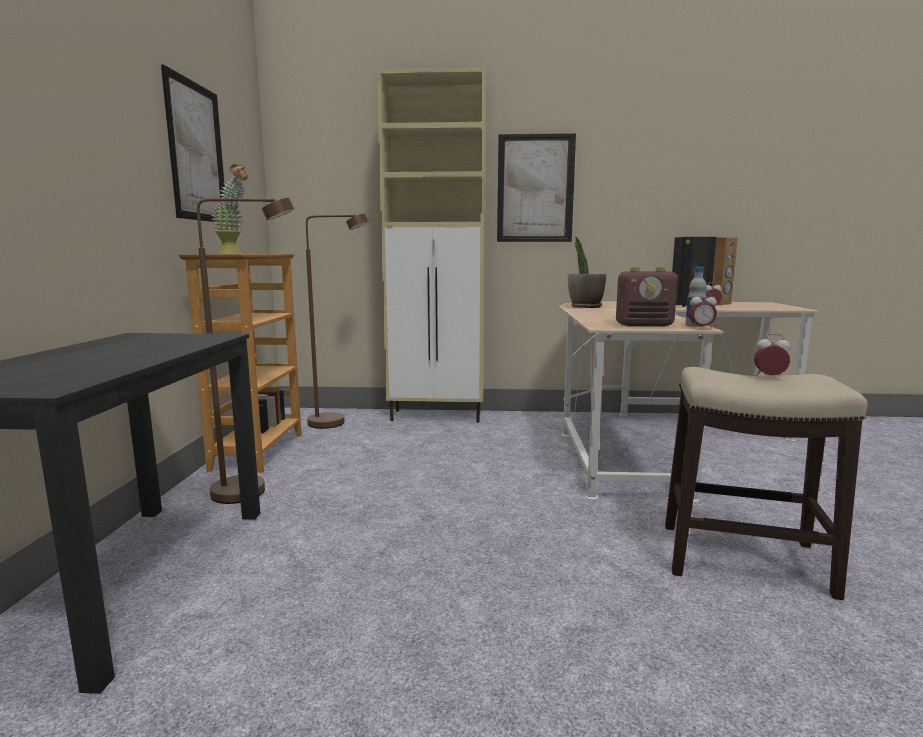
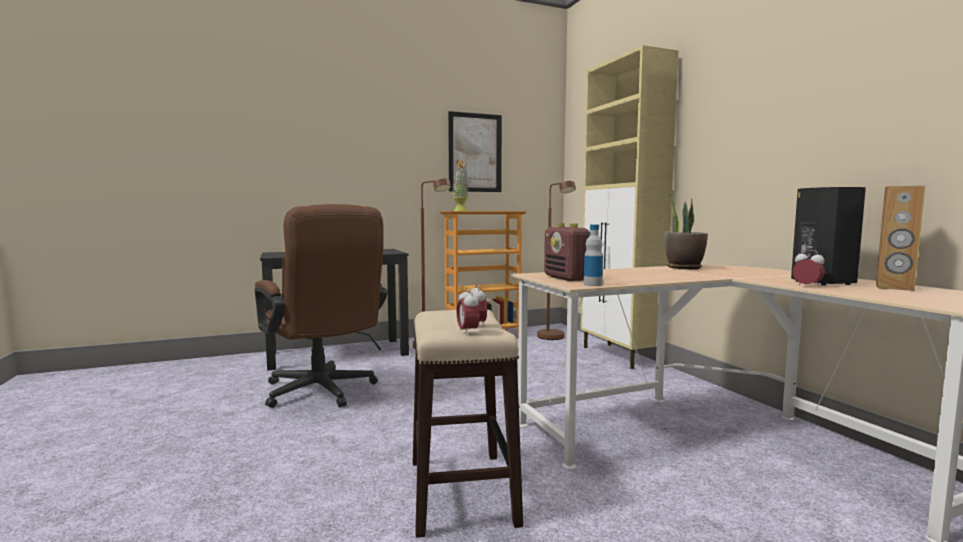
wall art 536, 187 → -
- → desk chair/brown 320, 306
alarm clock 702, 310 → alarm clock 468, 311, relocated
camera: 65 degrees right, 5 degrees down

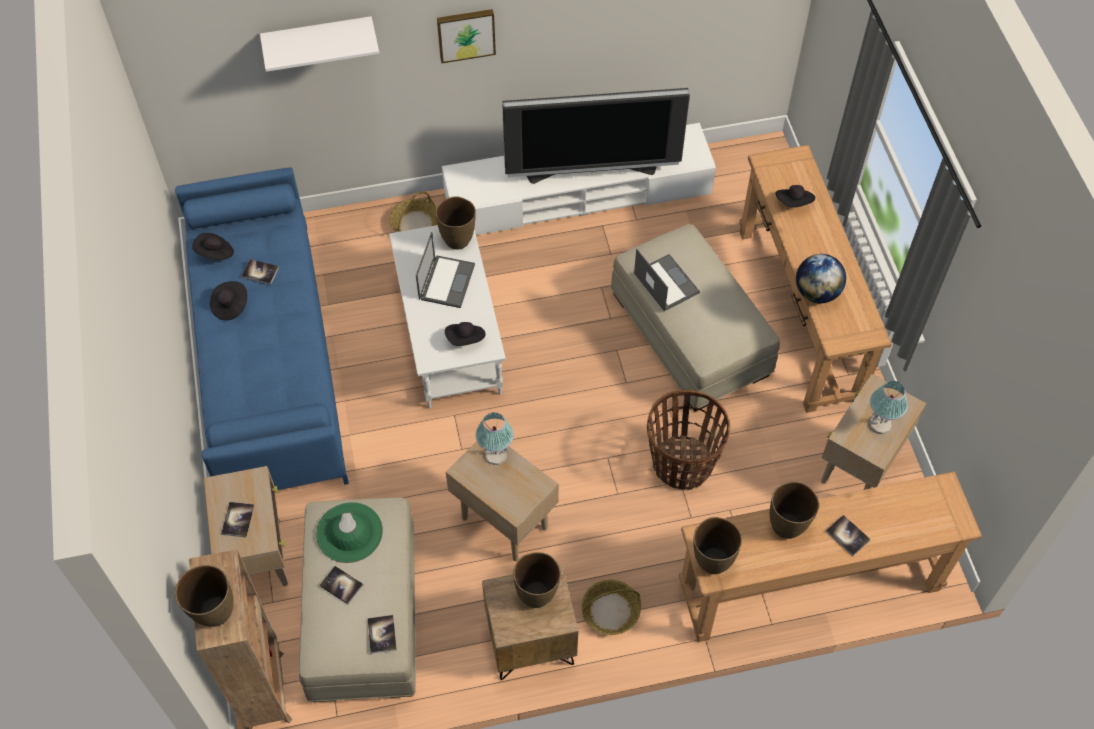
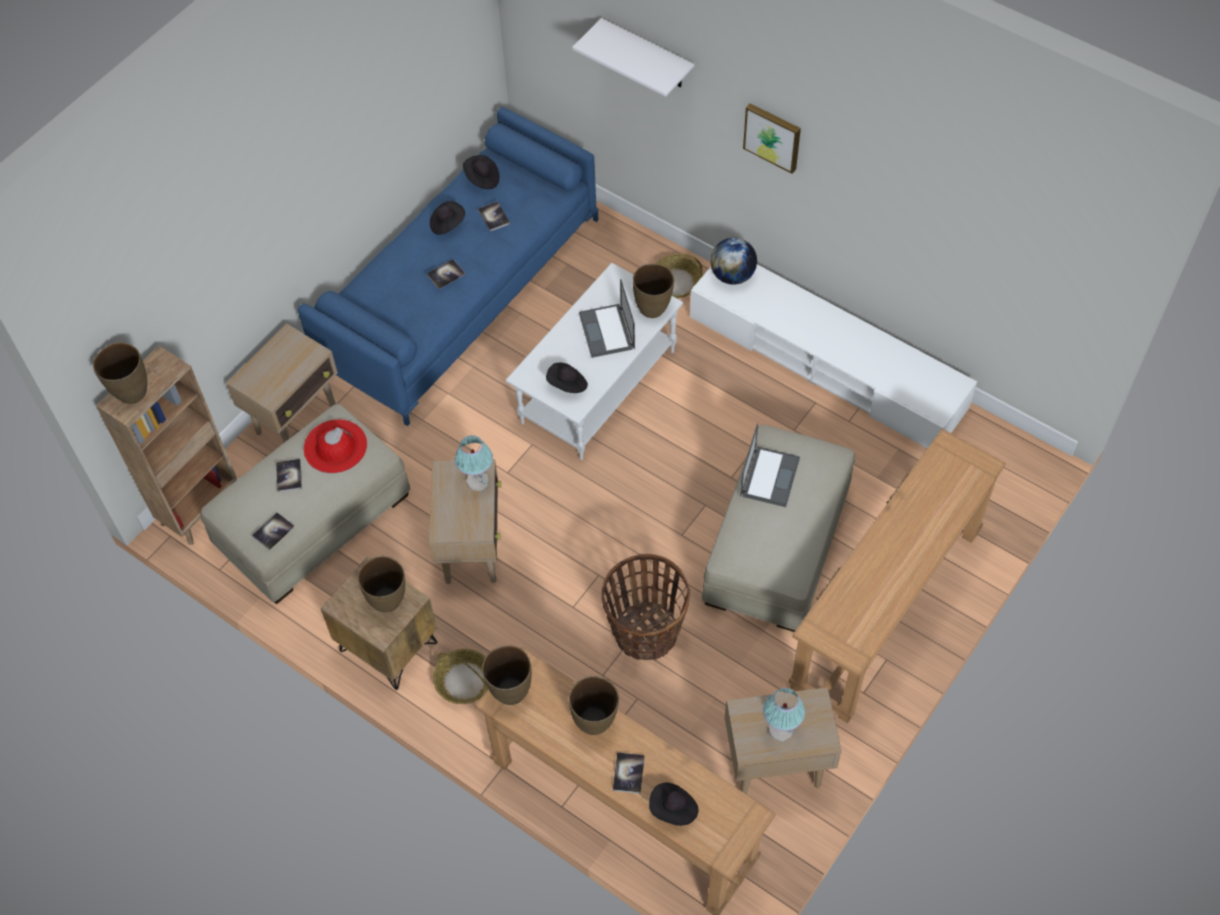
TV 596, 136 → -
book 237, 519 → book 445, 274, relocated
wearable hat/blackish 795, 196 → wearable hat/blackish 674, 804, relocated
desk globe 821, 278 → desk globe 733, 261, relocated
wearable hat/green-coloured 349, 532 → wearable hat/red-coloured 335, 446
portable computer 445, 270 → portable computer 607, 318, 105 degrees clockwise
camera: 50 degrees right, 0 degrees up

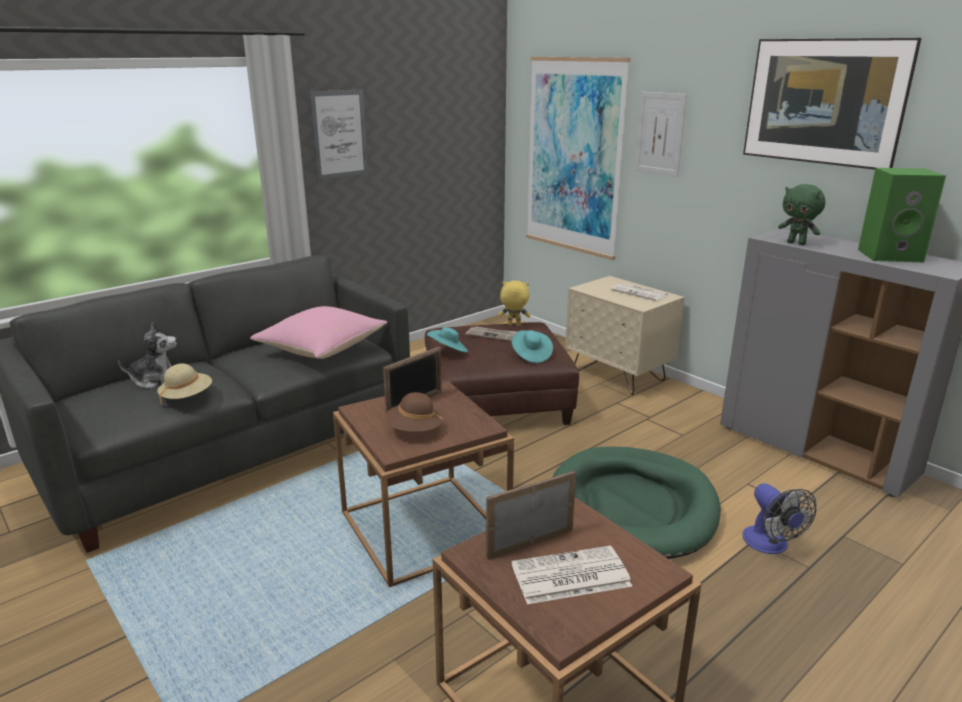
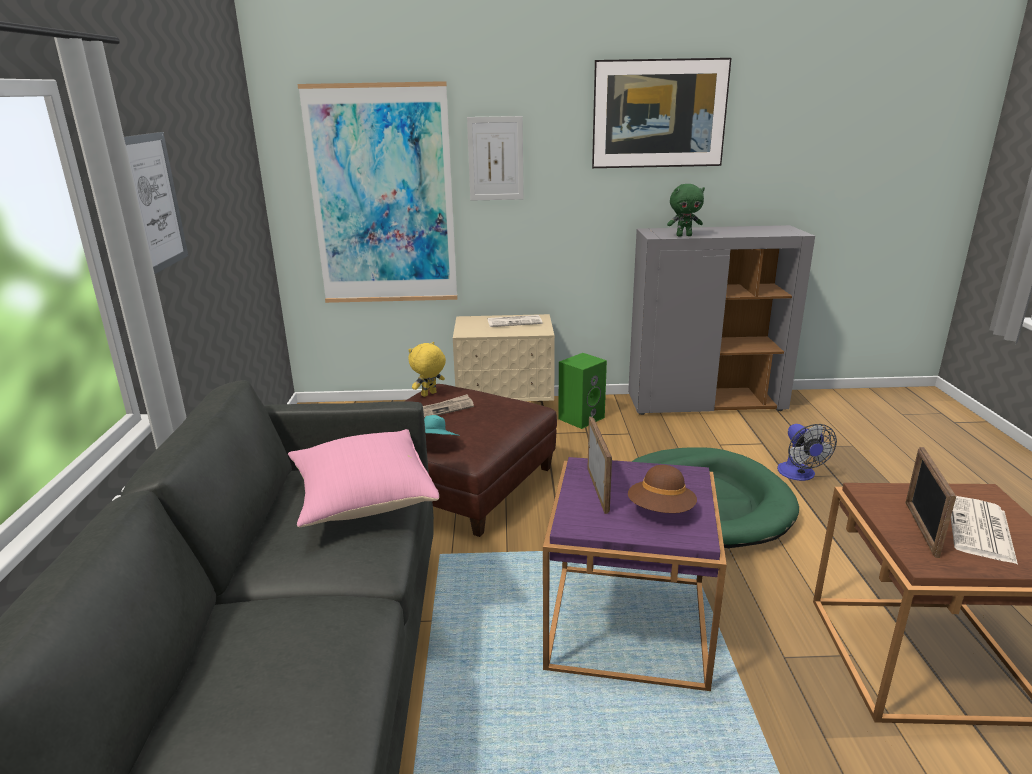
plush toy 147, 355 → -
wearable hat/beige-coloured 184, 384 → -
wearable hat/turquoise-coloured 532, 346 → -
speaker/green-coloured 902, 215 → speaker/green-coloured 582, 391, relocated
end table/brown 423, 484 → end table/purplish 635, 574
electric fan 779, 518 → electric fan 807, 452, 60 degrees clockwise
camera: 50 degrees left, 0 degrees up

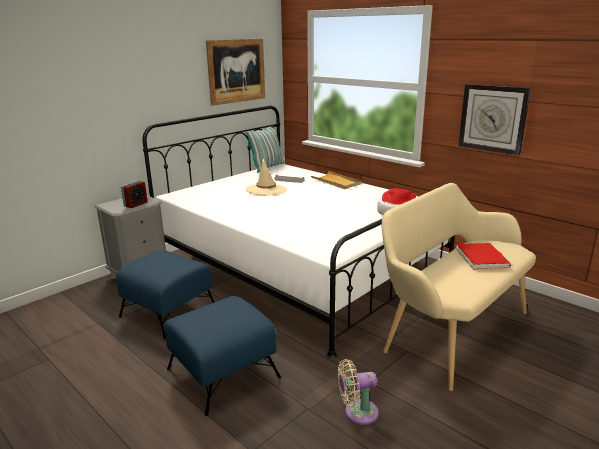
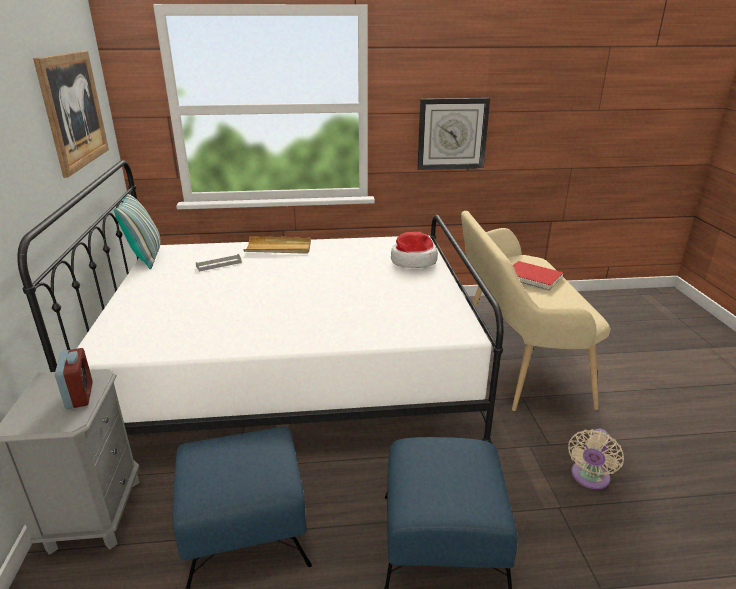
wearable hat/beige-coloured 266, 177 → -
camera: 50 degrees left, 5 degrees up

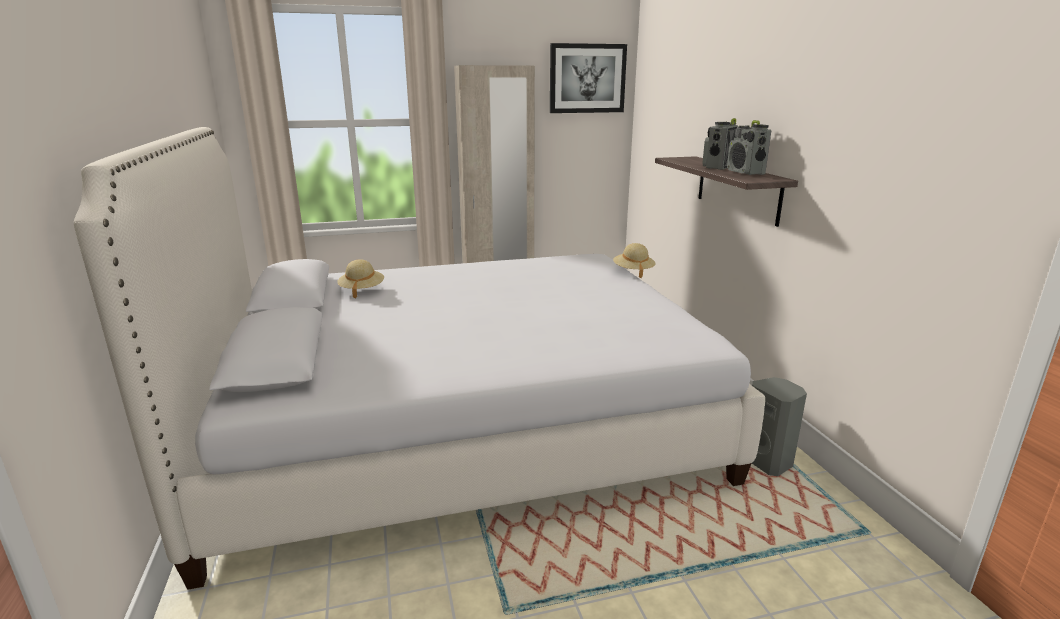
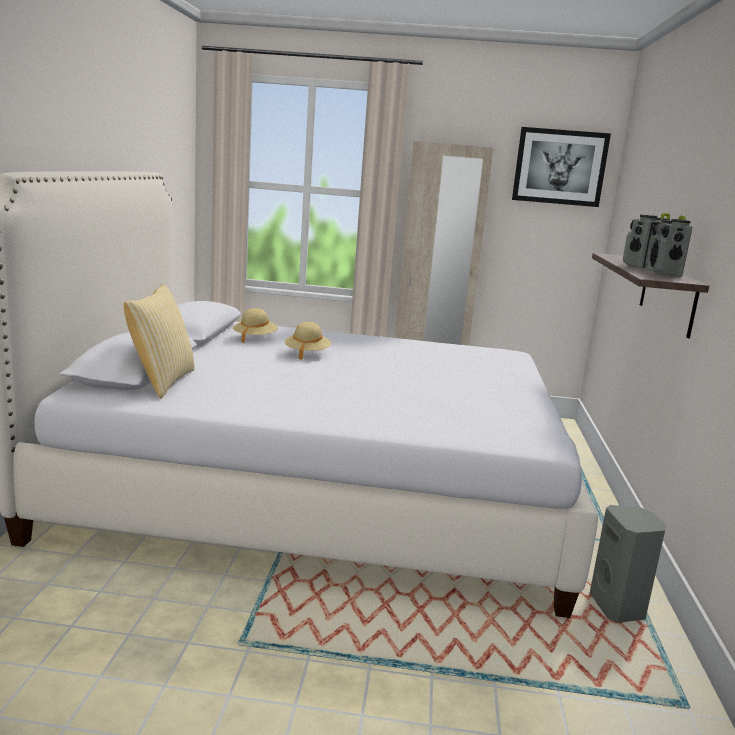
- → cushion 159, 341
wearable hat/beige-coloured 634, 260 → wearable hat/beige-coloured 308, 341, relocated
camera: 20 degrees right, 5 degrees down

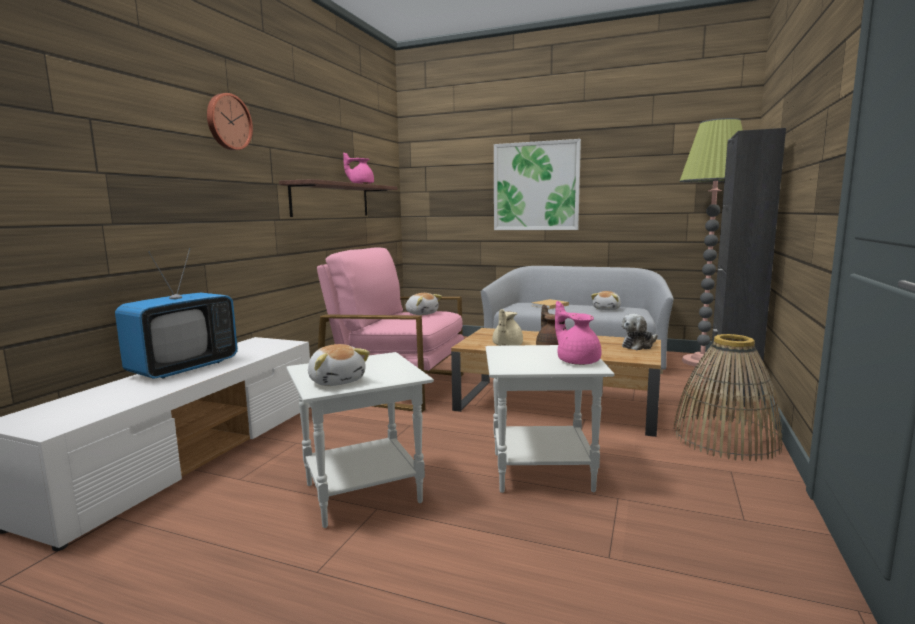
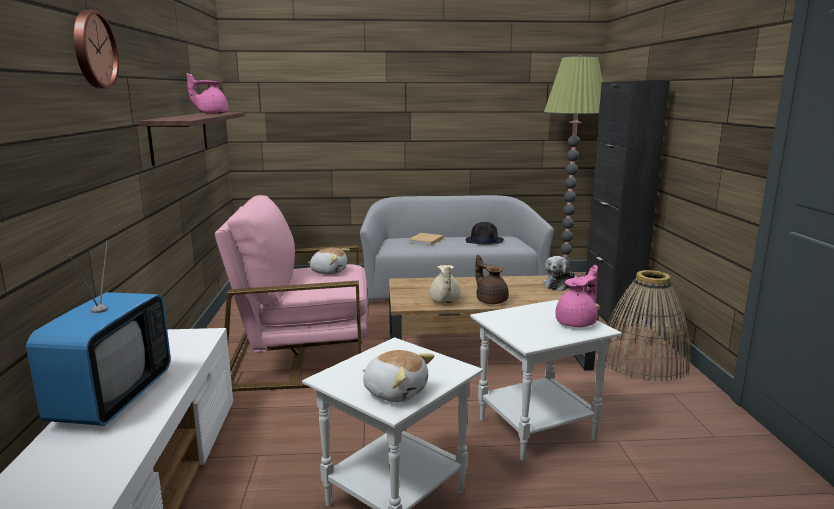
wall art 537, 184 → -
plush toy 606, 300 → wearable hat/blackish 485, 233
tea pot/pink-coloured 578, 333 → tea pot/pink-coloured 576, 296, 105 degrees clockwise
camera: 25 degrees left, 5 degrees up

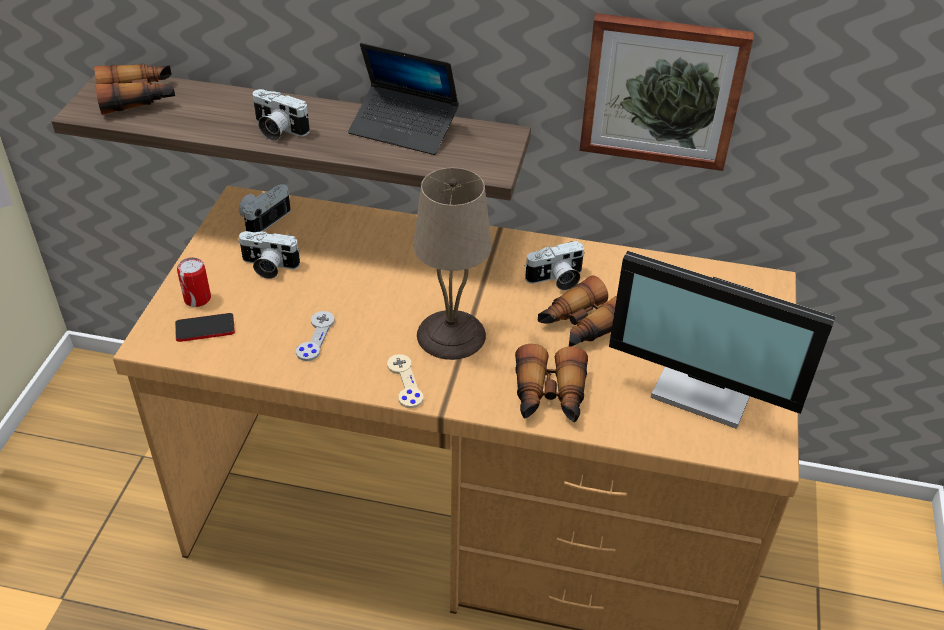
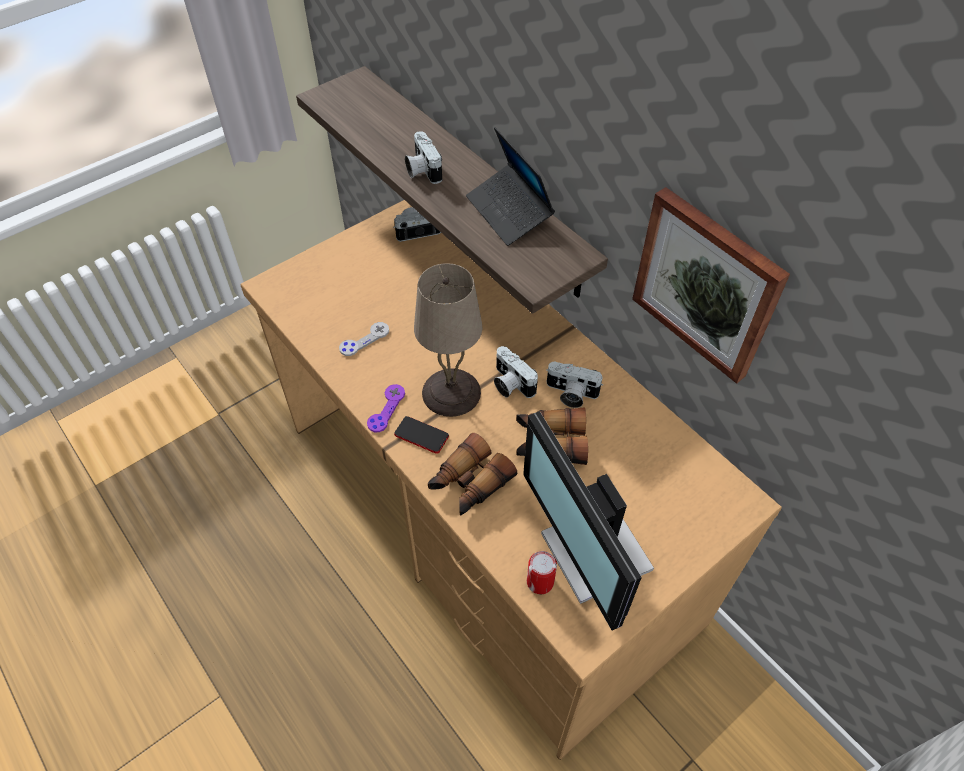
binoculars 134, 89 → -
handset 205, 327 → handset 421, 435, relocated
can 194, 282 → can 542, 572, relocated
photo camera 269, 255 → photo camera 516, 372, relocated
gamepad/beige-coloured 405, 381 → gamepad/purplish 386, 408
camera: 40 degrees right, 10 degrees up

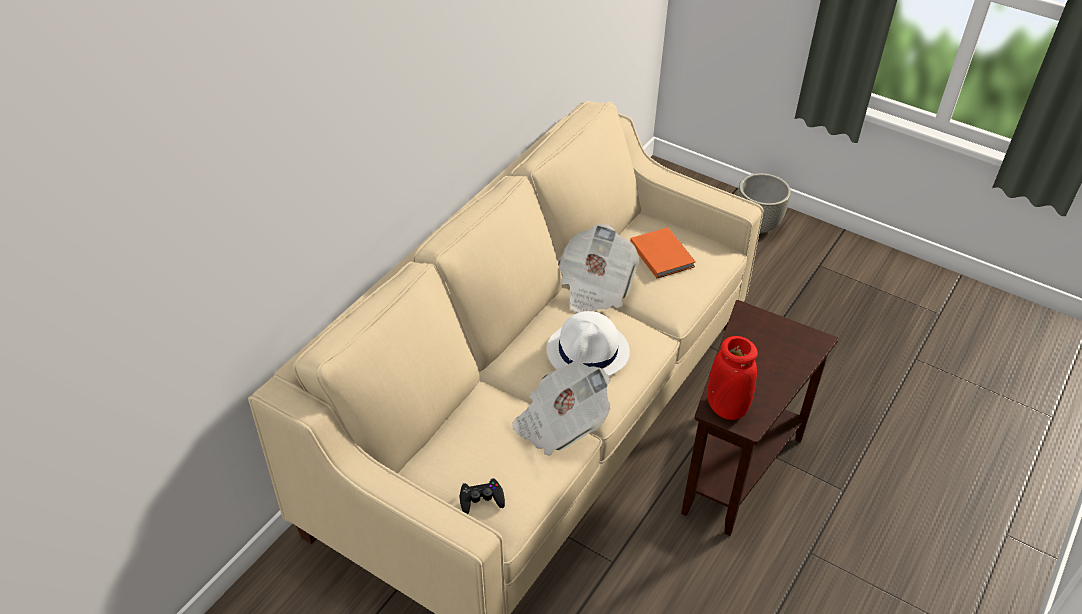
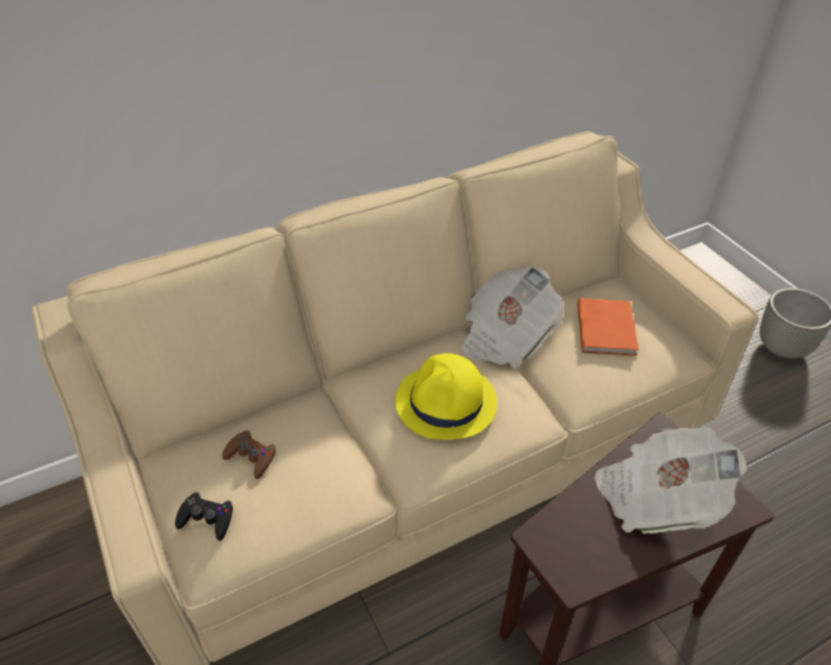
decorative vase/red-coloured 733, 378 → -
- → gamepad/brown 249, 454
newspaper 561, 408 → newspaper 671, 480, relocated
wearable hat/white-coloured 588, 343 → wearable hat/yellow-coloured 446, 396
camera: 30 degrees right, 0 degrees up

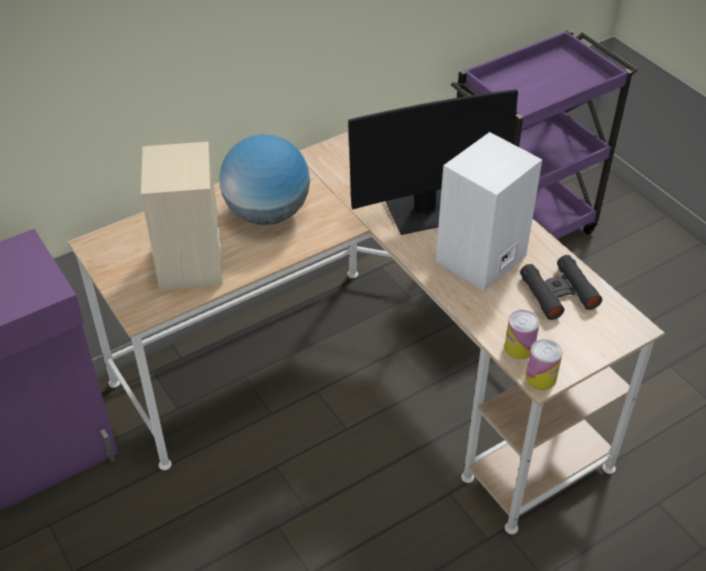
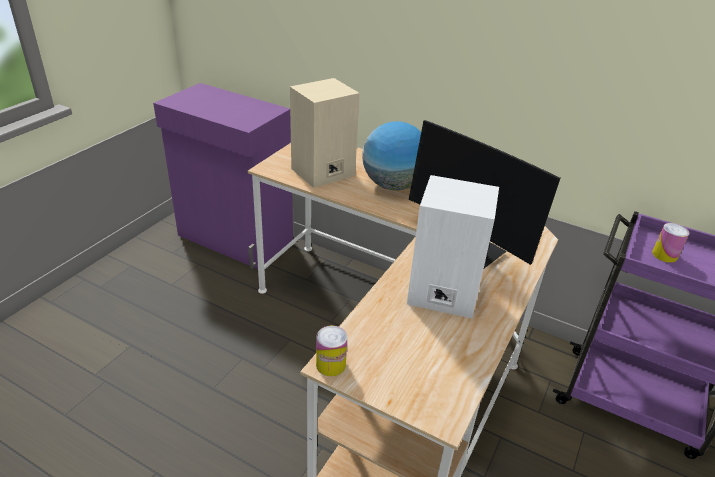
binoculars/blackish 561, 287 → -
can 522, 334 → can 670, 243, relocated
camera: 60 degrees right, 10 degrees down

